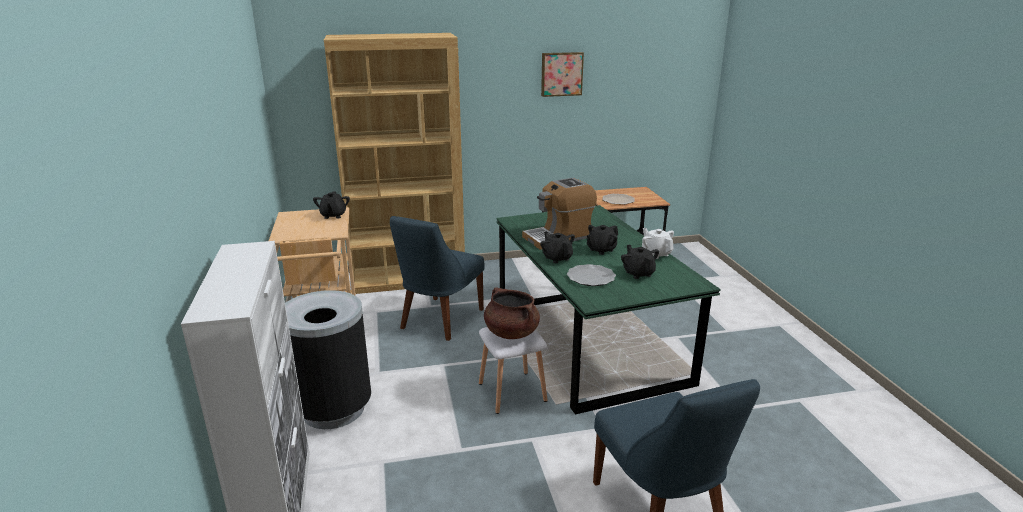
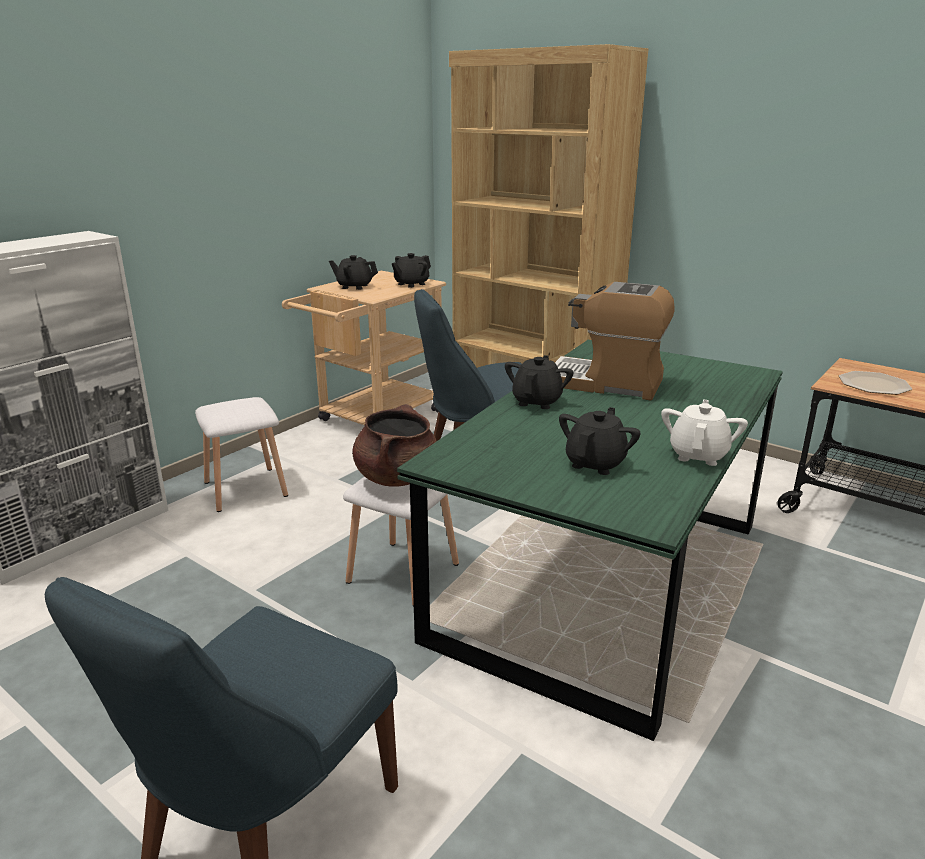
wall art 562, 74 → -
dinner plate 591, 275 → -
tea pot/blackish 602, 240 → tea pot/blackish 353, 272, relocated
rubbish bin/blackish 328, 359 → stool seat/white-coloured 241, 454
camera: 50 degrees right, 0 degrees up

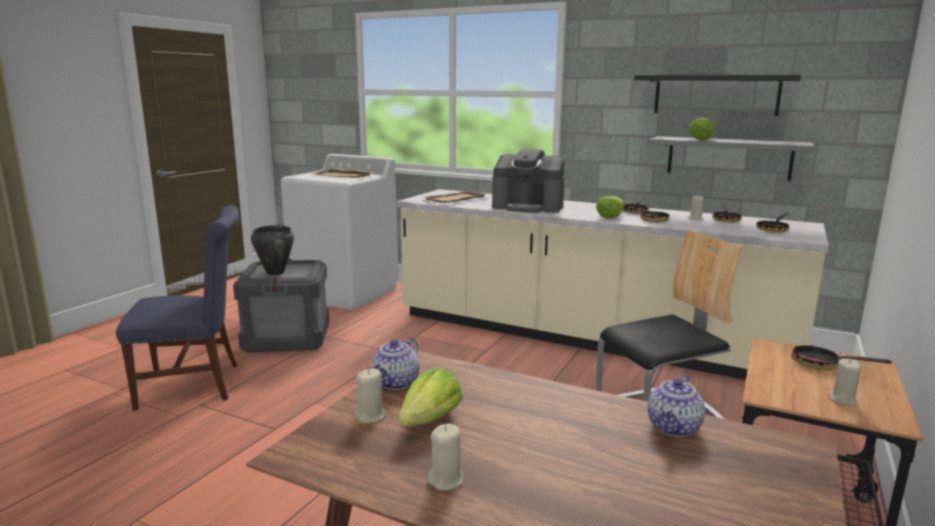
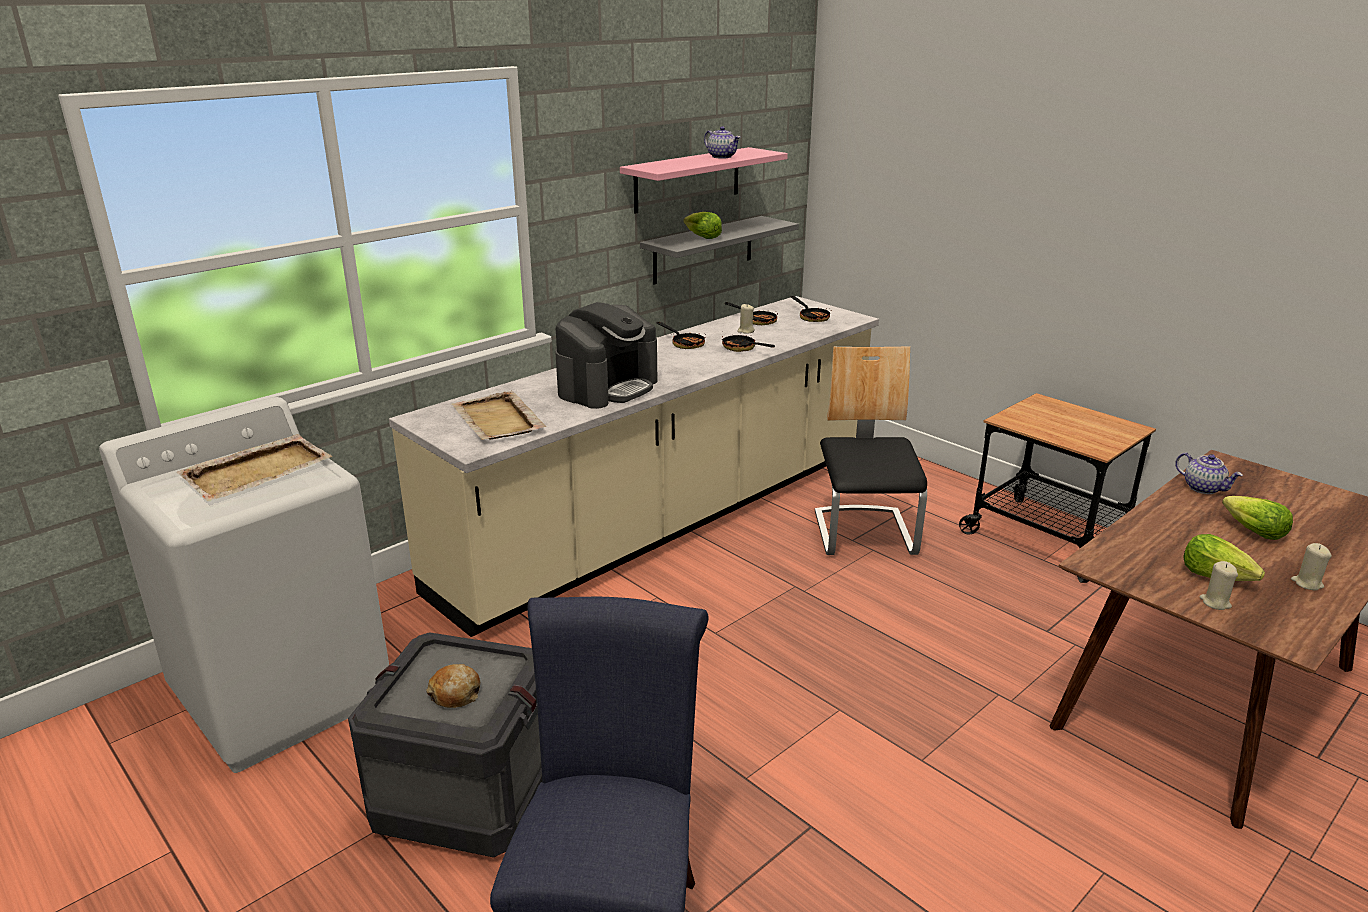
skillet 841, 357 → -
wax candle/beige-coloured 844, 382 → -
tea pot 394, 363 → tea pot 722, 143, relocated
head of lettuce 610, 207 → head of lettuce 1257, 518, relocated
stockpot/blackish 272, 250 → bread 453, 686
bracket shelf/blackish 717, 95 → bracket shelf/pink-coloured 704, 180
camera: 70 degrees left, 10 degrees up

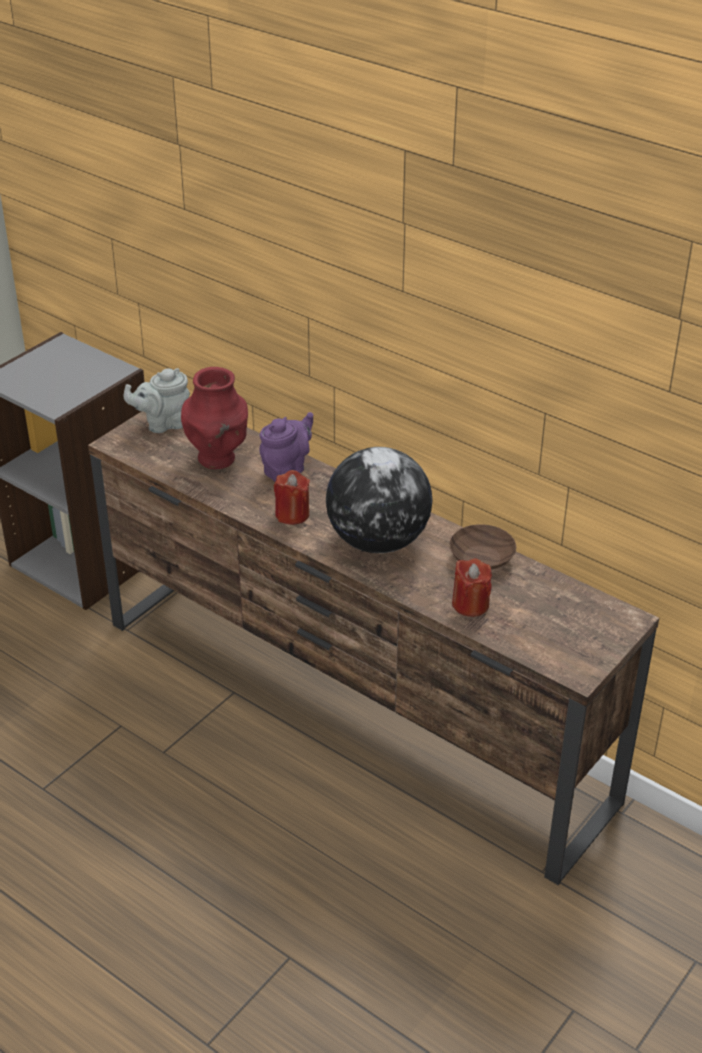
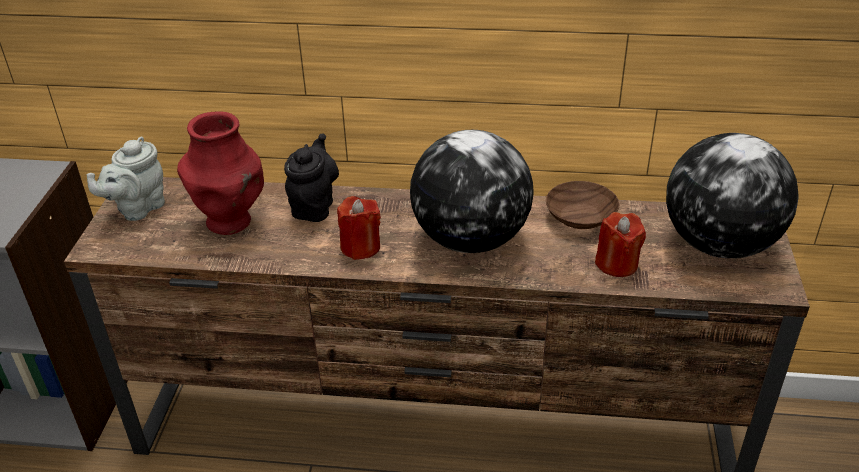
- → desk globe 732, 195
tea pot/purplish 286, 447 → tea pot/blackish 311, 177
camera: 30 degrees left, 0 degrees up

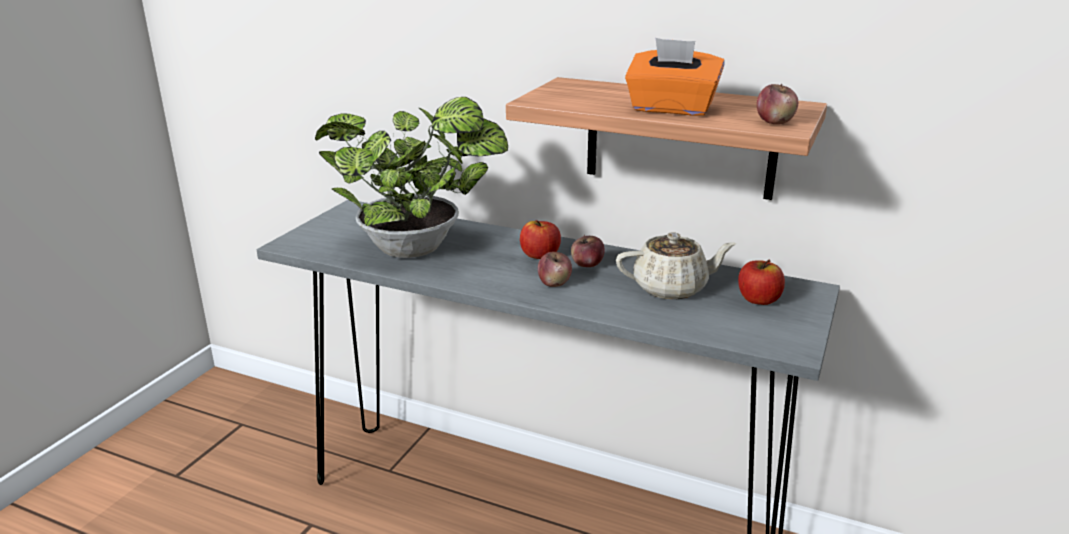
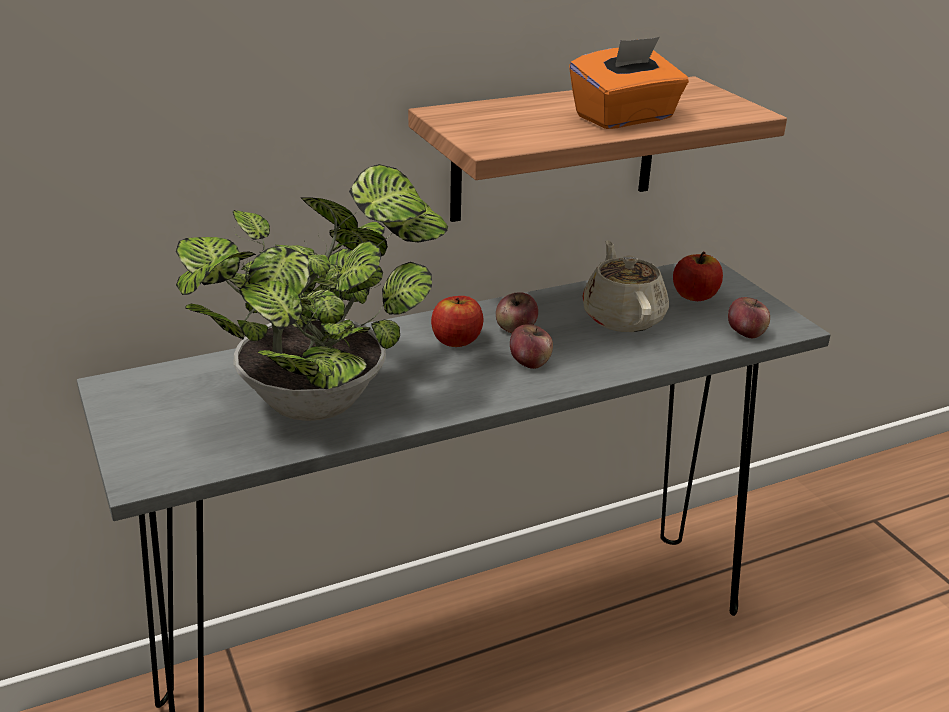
whole apple 777, 104 → whole apple 749, 317, relocated
tea pot/beige-coloured 676, 265 → tea pot/beige-coloured 625, 286, 45 degrees counterclockwise
camera: 50 degrees left, 5 degrees up

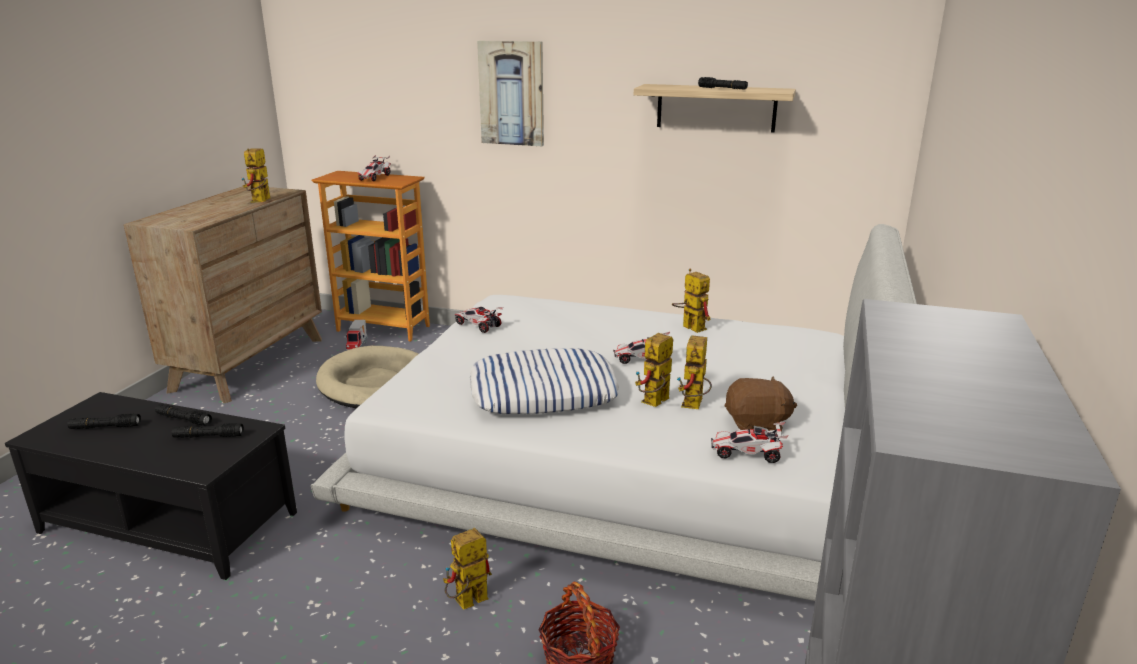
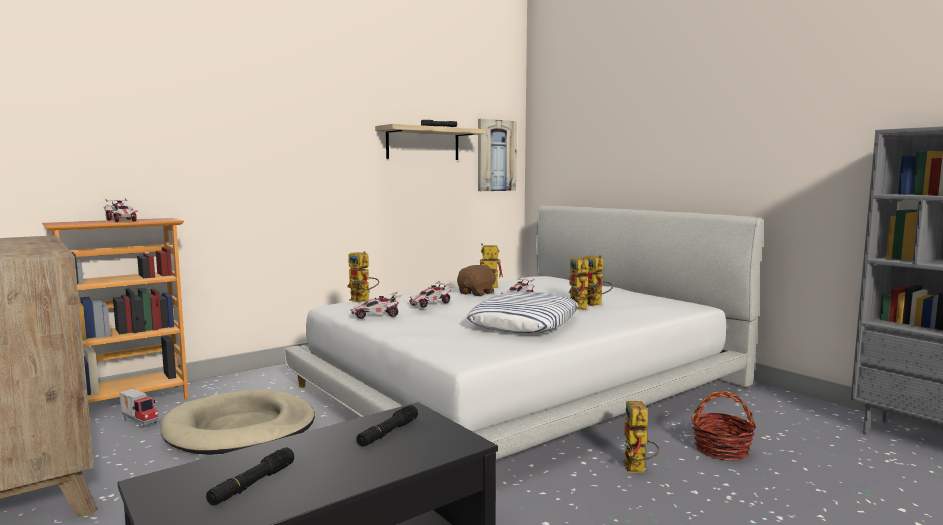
torch/blackish 183, 415 → -
toy robot 256, 175 → toy robot 363, 277, relocated
wall art 510, 93 → wall art 497, 155, relocated
model car 750, 442 → model car 430, 294, relocated
plush toy/brown 761, 404 → plush toy/brown 477, 280, relocated
camera: 55 degrees left, 15 degrees down

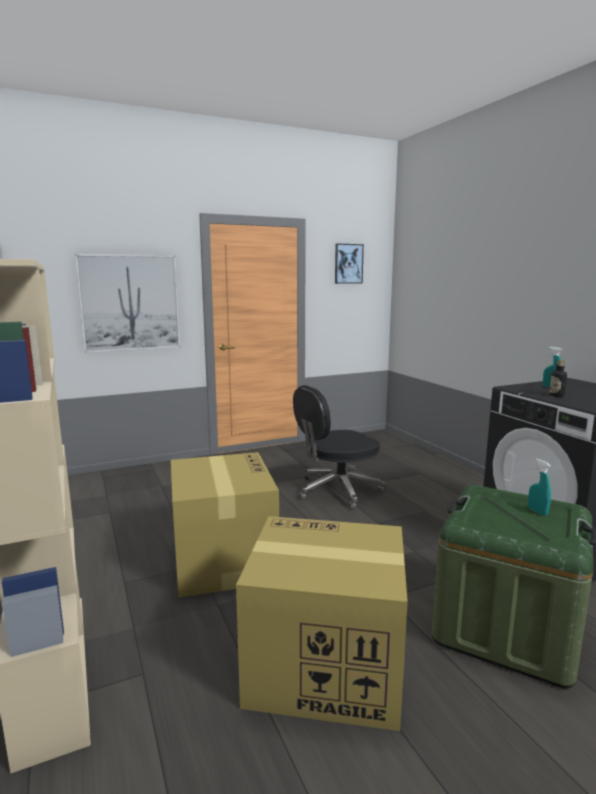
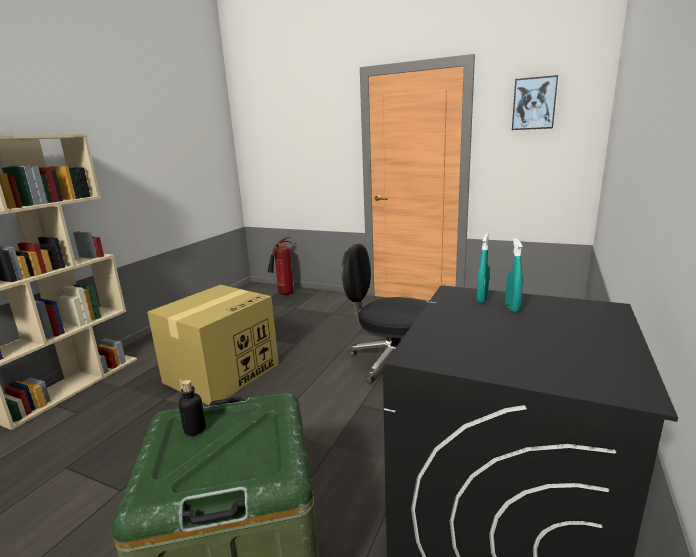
wall art 128, 303 → -
packing box 322, 623 → -
- → fire extinguisher 280, 266
spray bottle/turquoise-coloured 539, 487 → spray bottle/turquoise-coloured 483, 268, relocated
beverage bottle 558, 378 → beverage bottle 192, 408, relocated
camera: 50 degrees right, 5 degrees up

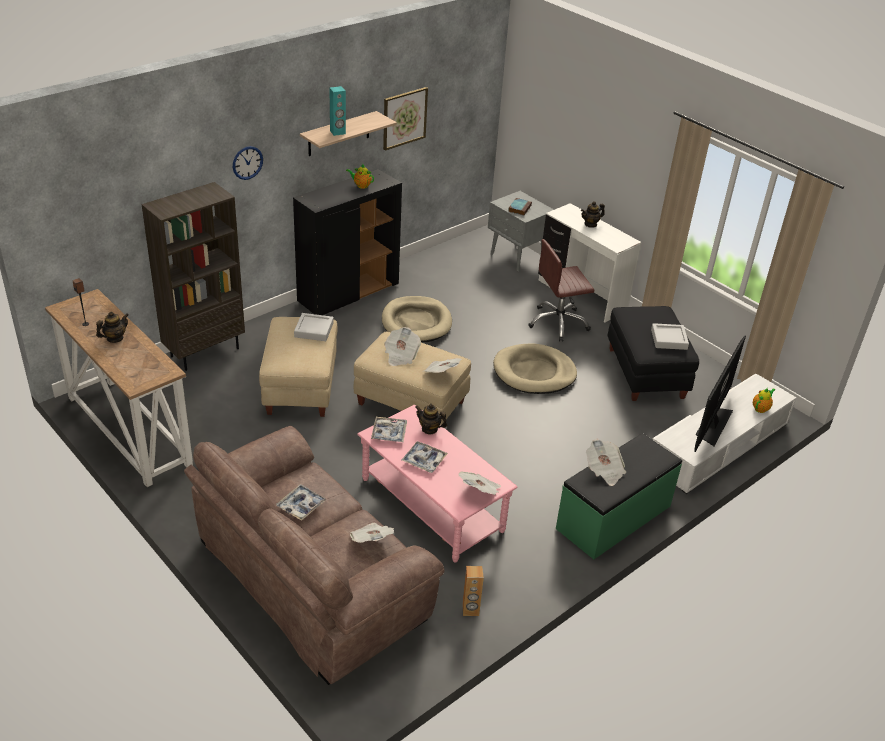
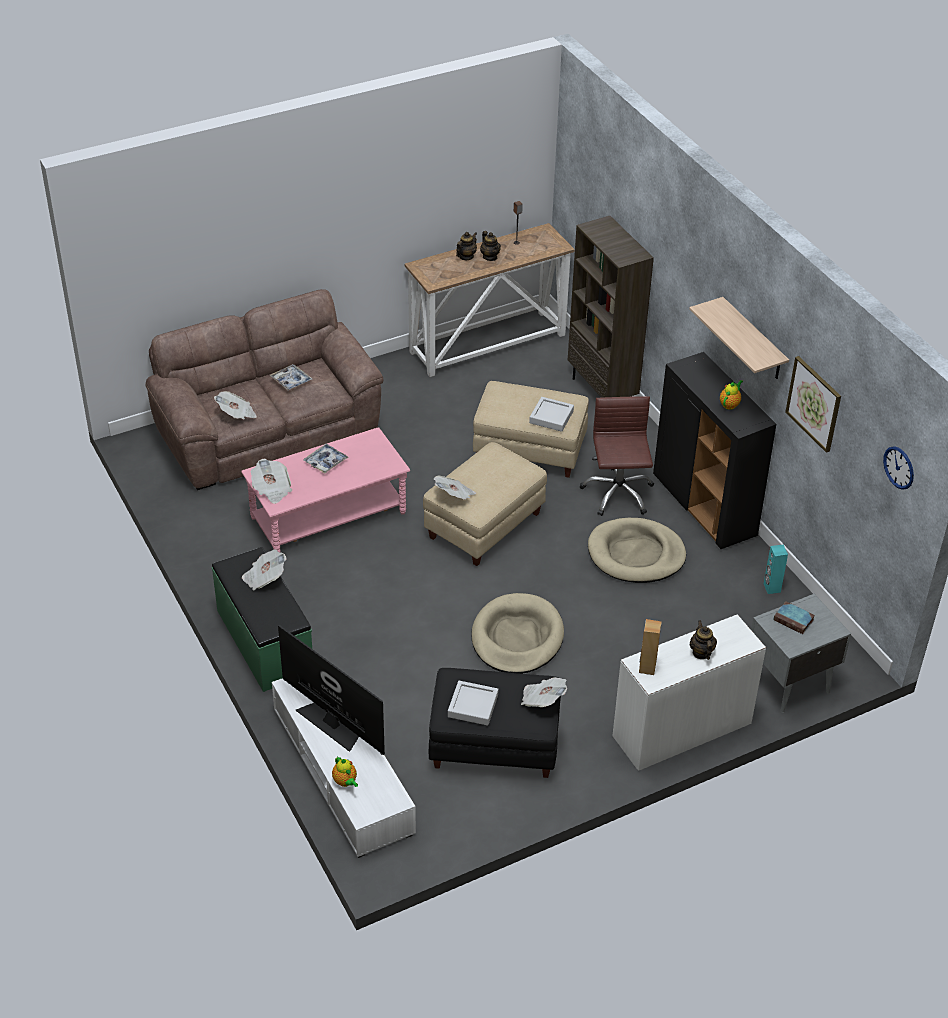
serving tray 389, 429 → -
hanging clock 248, 163 → hanging clock 898, 468, relocated
speaker/turquoise-coloured 337, 111 → speaker/turquoise-coloured 776, 569, relocated
newspaper 402, 346 → newspaper 544, 692, relocated
tea pot 431, 419 → tea pot 466, 246, relocated
speaker/brown 473, 591 → speaker/brown 650, 647, relocated
desk chair/brown 561, 290 → desk chair/brown 617, 456, relocated
camera: 105 degrees right, 5 degrees up

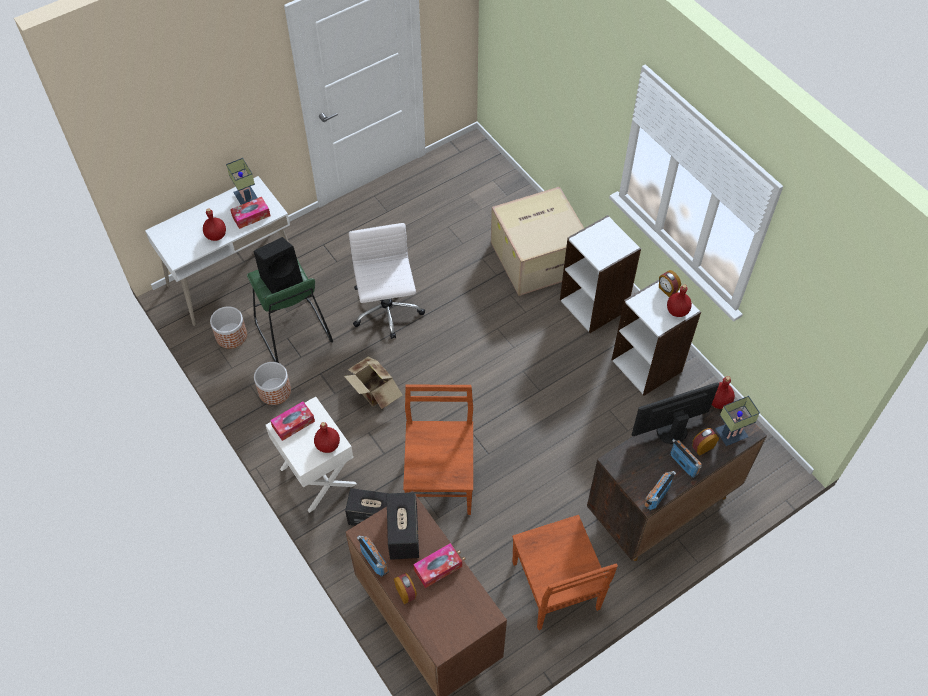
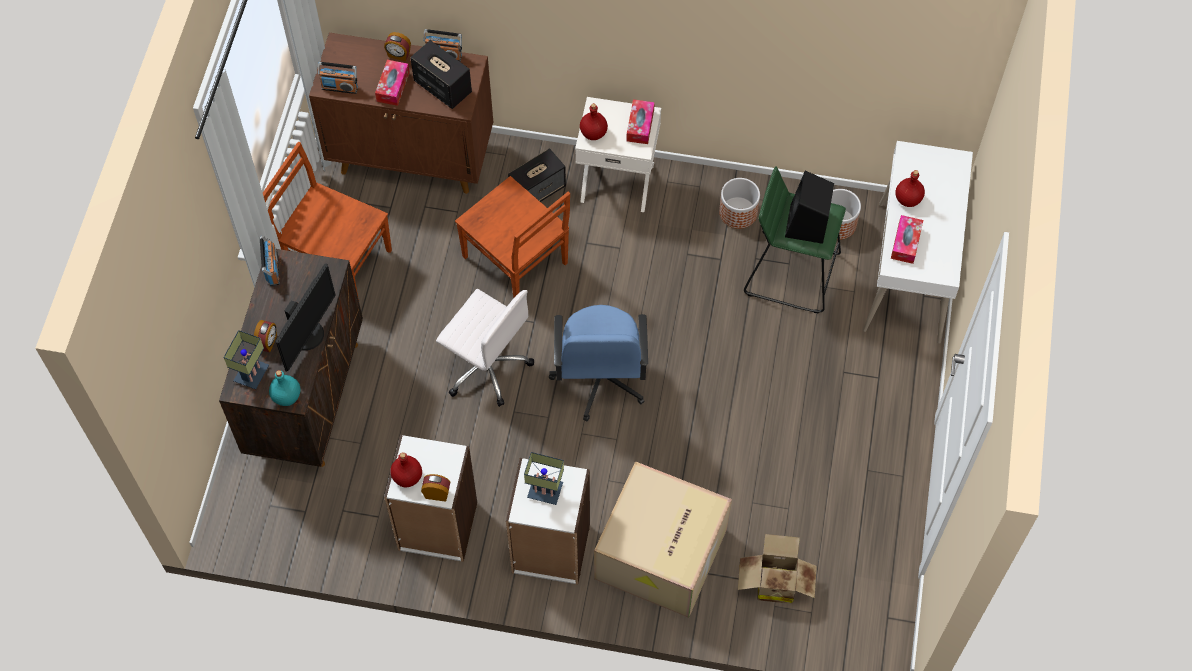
- → desk chair/bluish 598, 363
tabletop lamp 241, 181 → tabletop lamp 544, 478, relocated
packing box 373, 382 → packing box 777, 569, relocated
desk chair/white-coloured 387, 281 → desk chair/white-coloured 485, 348, relocated
radio set 686, 458 → radio set 338, 78, relocated
beverage bottle/red-coloured 723, 392 → beverage bottle/turquoise-coloured 285, 388
camera: 135 degrees right, 5 degrees up

